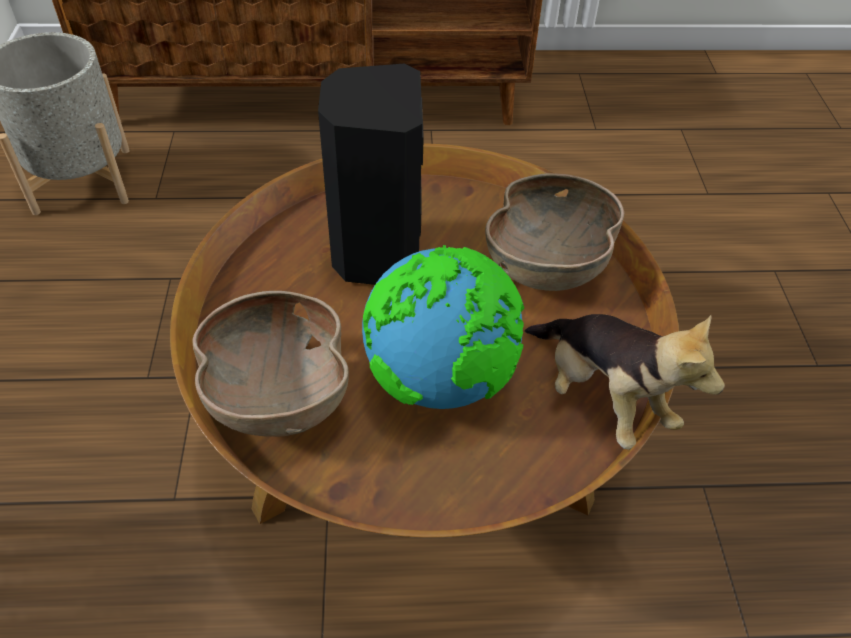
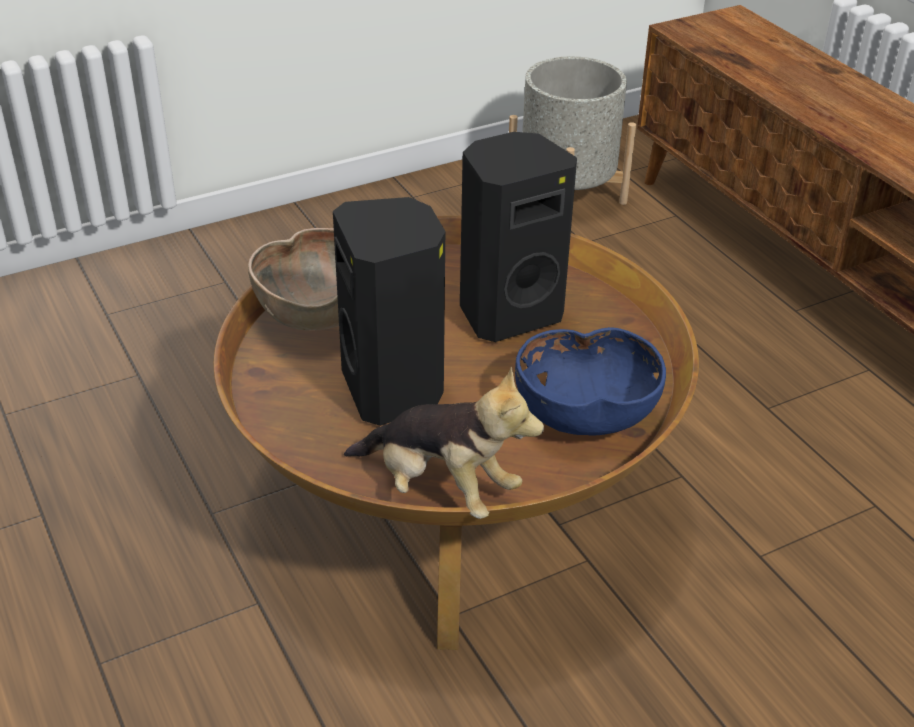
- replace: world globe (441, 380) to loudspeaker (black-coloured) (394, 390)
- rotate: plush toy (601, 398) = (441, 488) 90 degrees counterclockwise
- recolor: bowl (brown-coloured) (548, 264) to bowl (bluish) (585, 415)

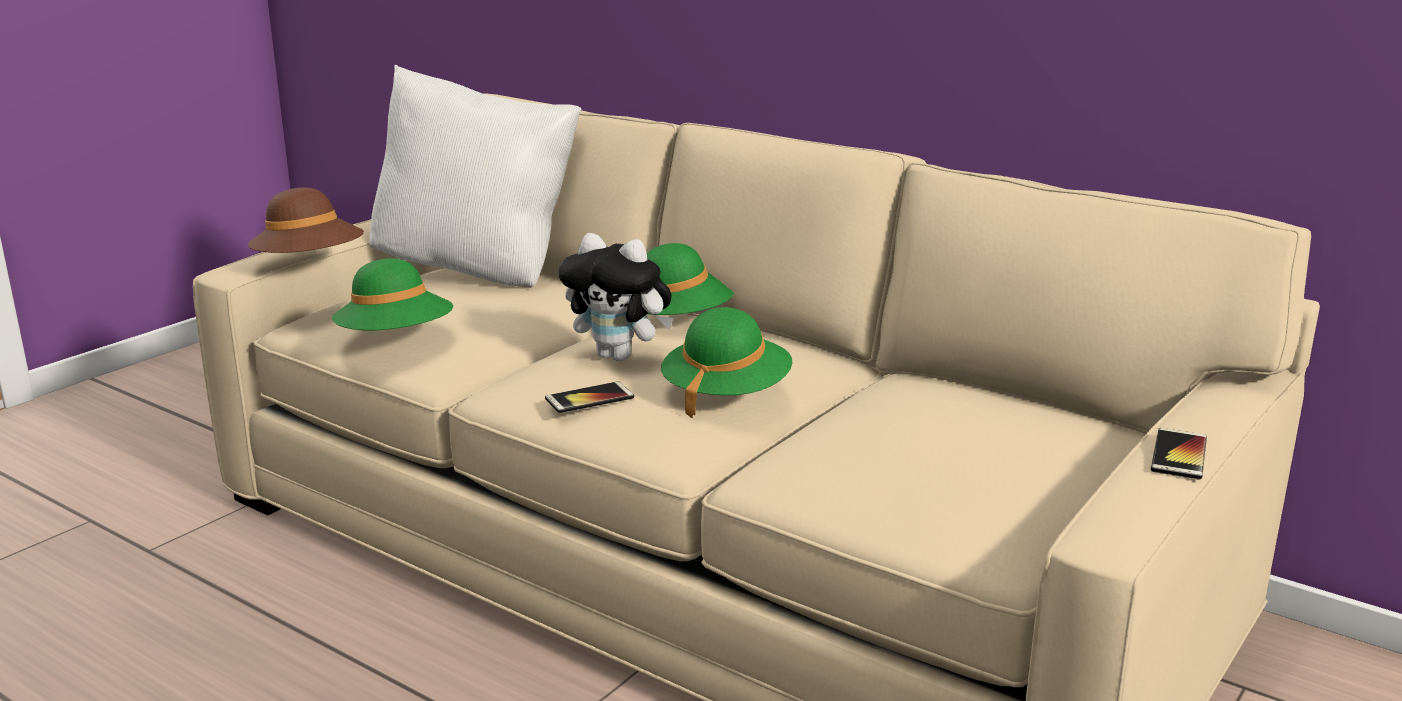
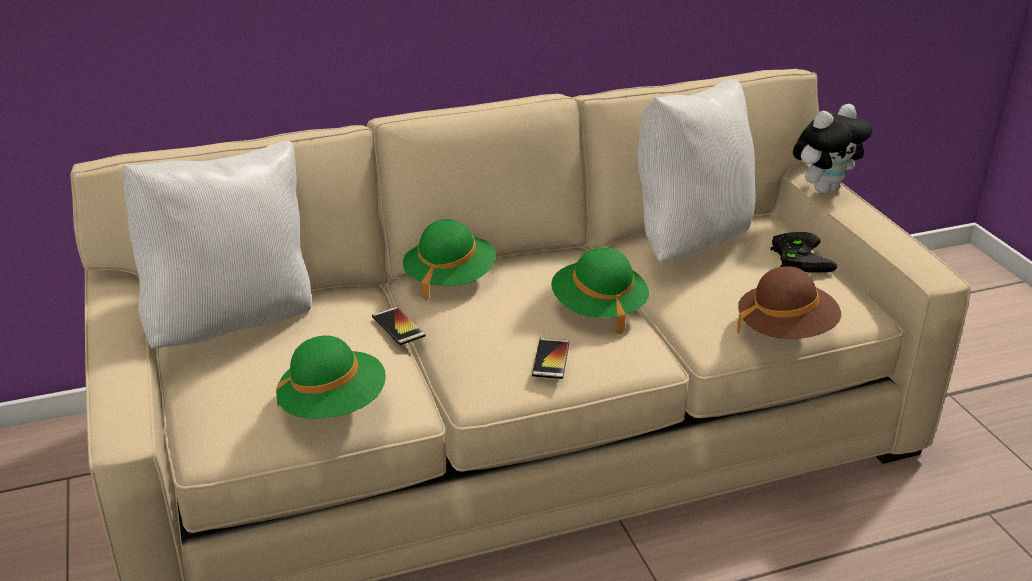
- move: handset (1179, 455) to (398, 326)
- insert: throw pillow (white-coloured) (689, 242)
- move: wearable hat (brown-coloured) (310, 265) to (785, 330)
- insert: game controller (black-coloured) (798, 256)
- move: plush toy (620, 356) to (824, 188)

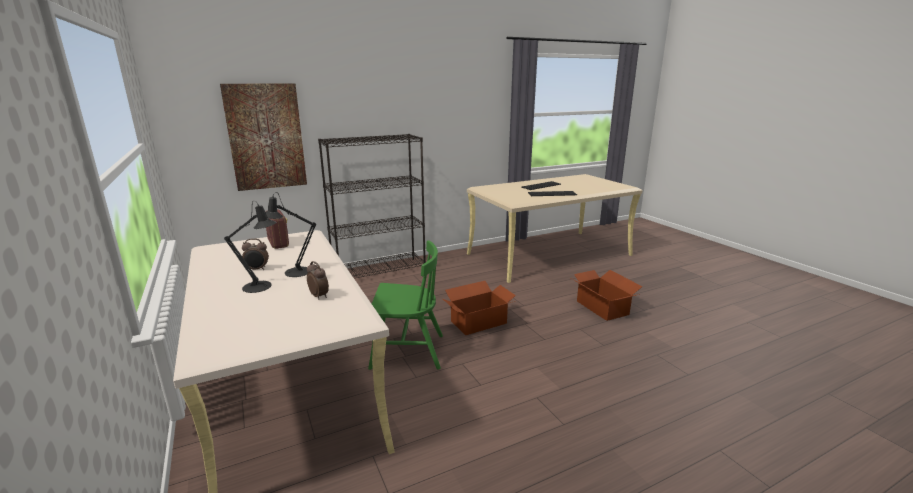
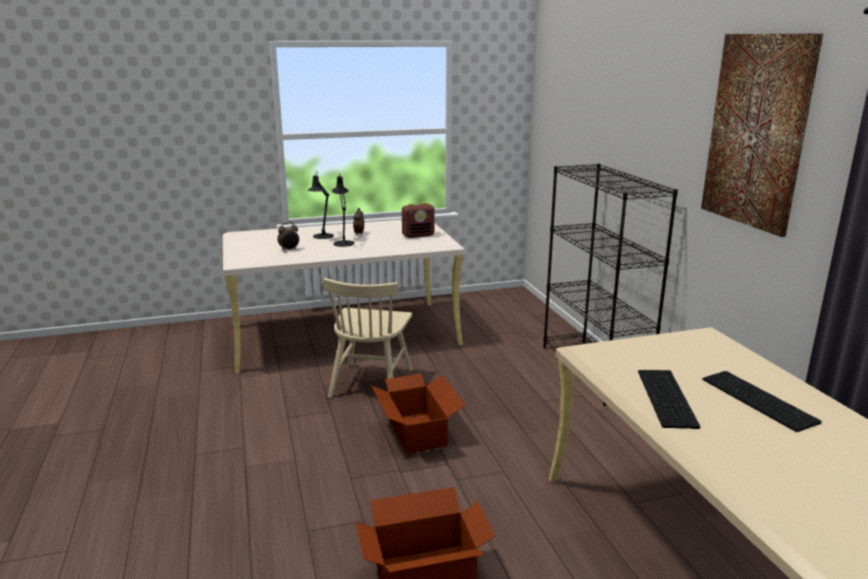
- recolor: chair (green) (407, 351) to chair (sand-coloured) (371, 383)
- move: wall picture (266, 137) to (757, 131)

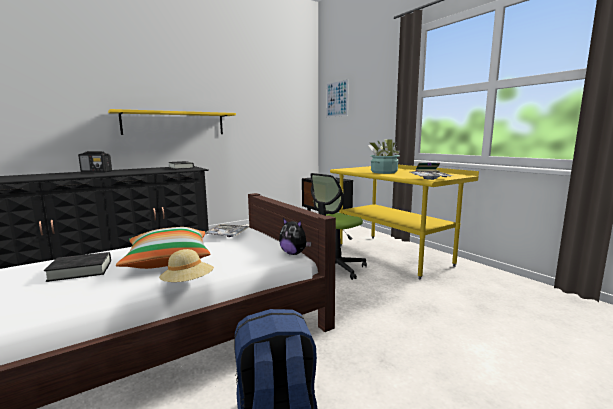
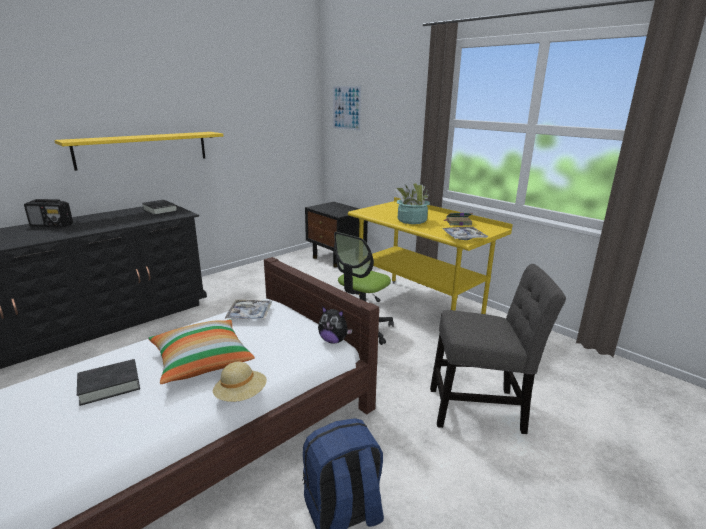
- insert: chair (grey) (481, 409)

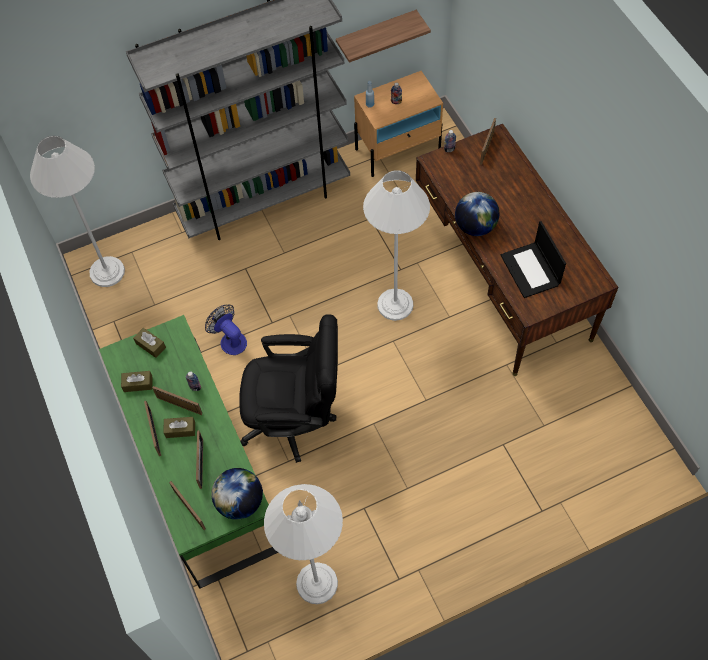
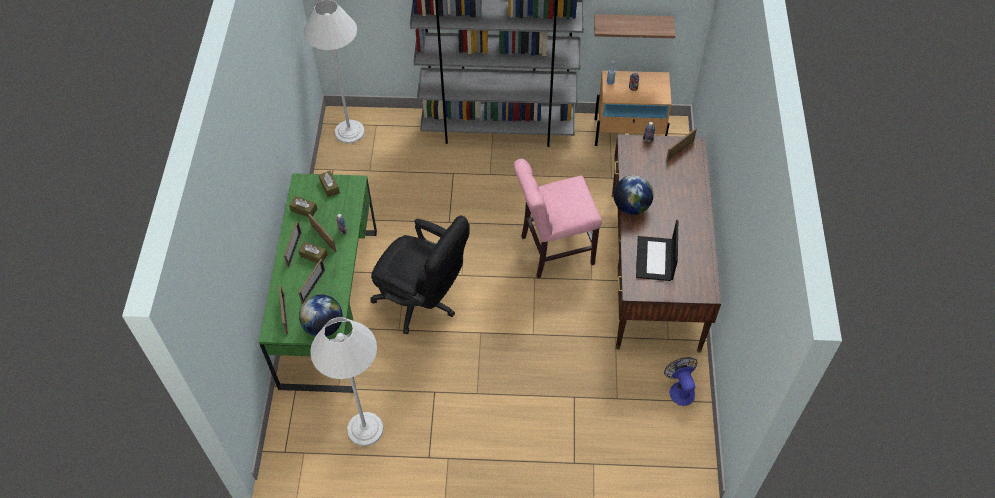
- replace: floor lamp (white-coloured) (395, 305) to chair (pink-coloured) (553, 251)
- move: electric fan (230, 340) to (680, 389)

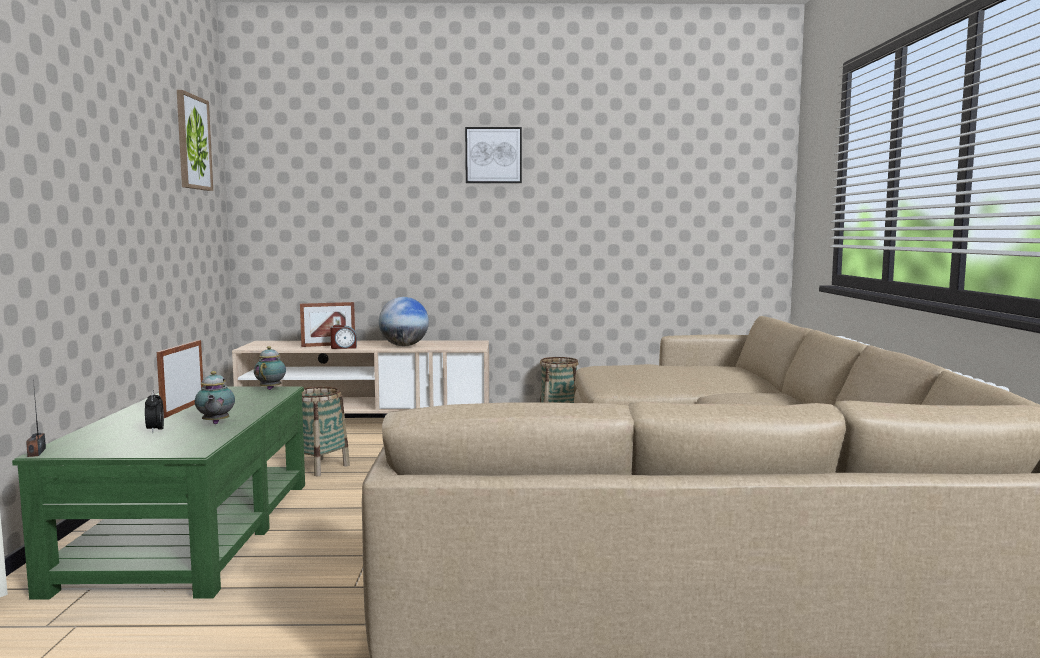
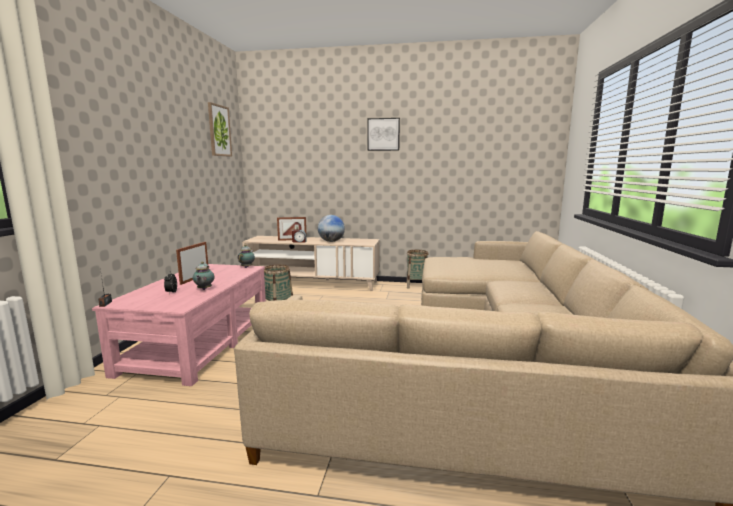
- recolor: lounge table (green) (190, 532) to lounge table (pink-coloured) (198, 343)

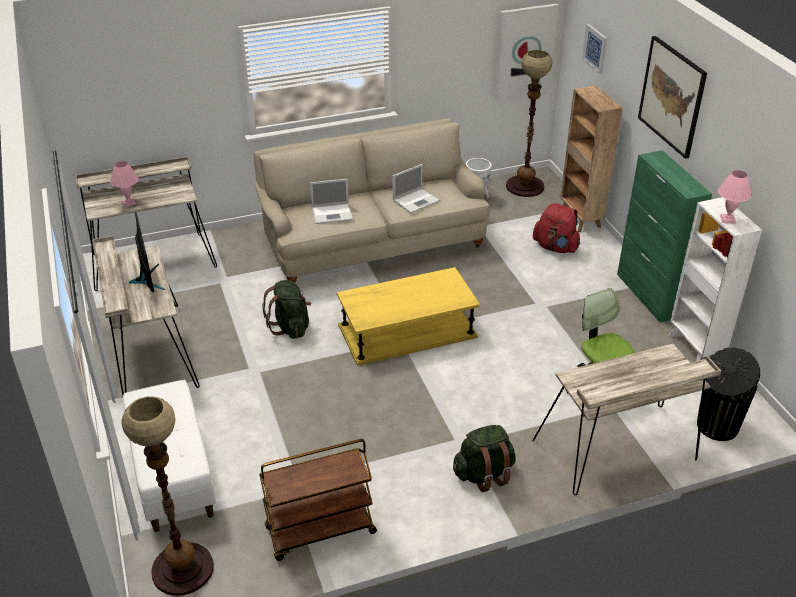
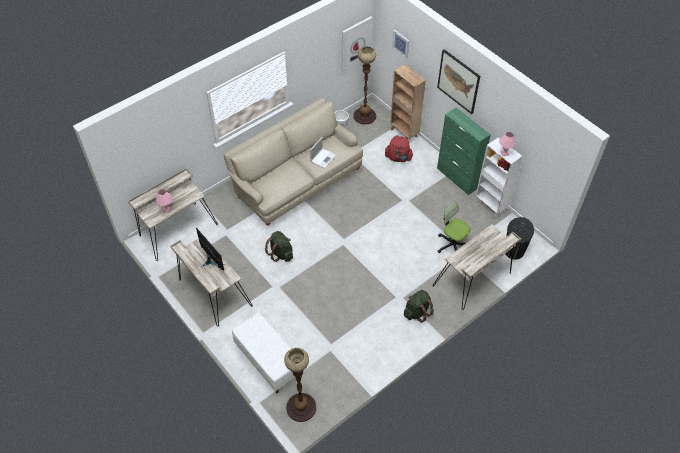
- delete: wheeled cart (brown-coloured) (320, 531)
- delete: laptop (333, 213)
- delete: lounge table (yellowish) (407, 331)

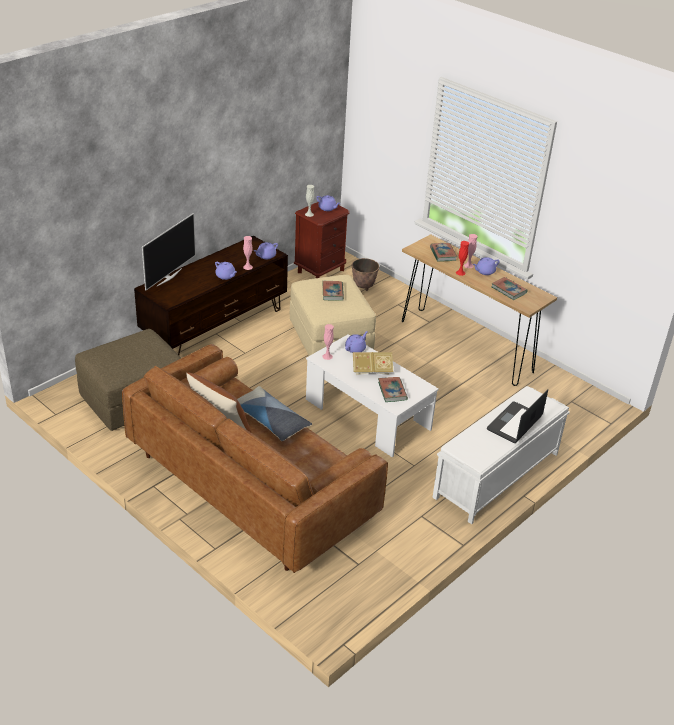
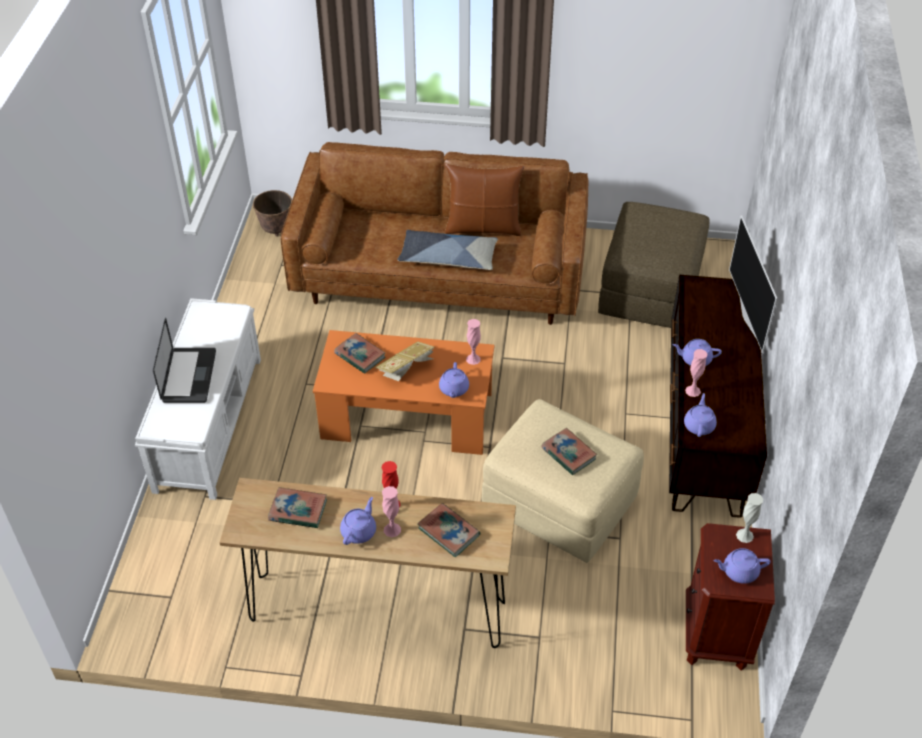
- move: plant pot (363, 287) to (276, 229)
- recolor: lounge table (white-coloured) (367, 414) to lounge table (orange-coloured) (407, 416)

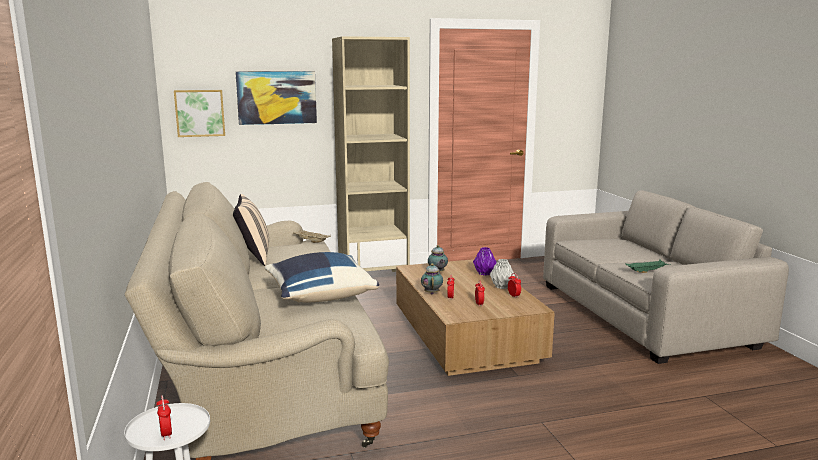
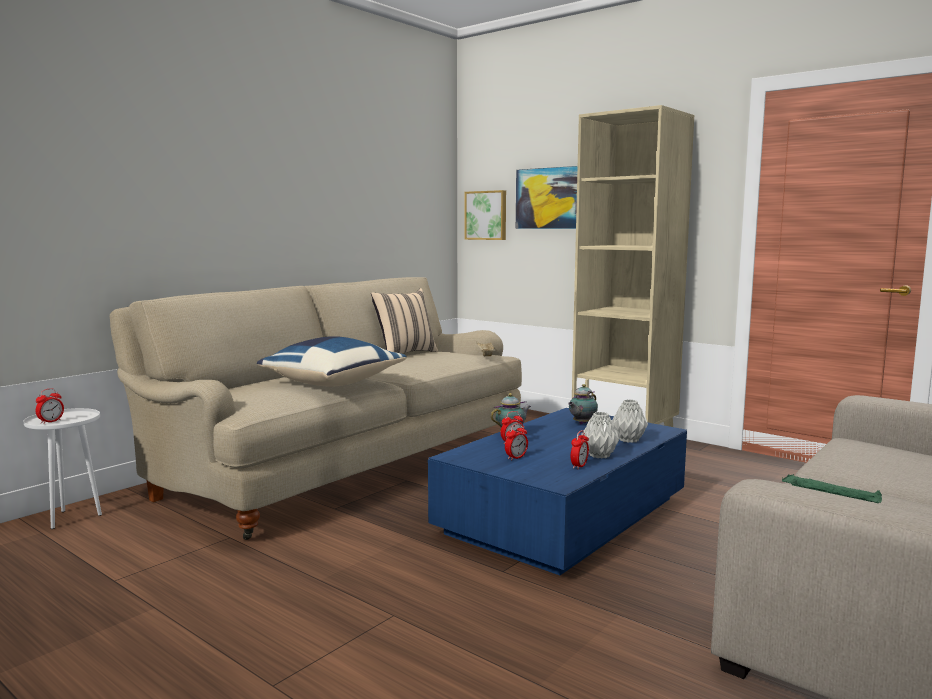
- recolor: lounge table (brown-coloured) (465, 336) to lounge table (bluish) (564, 516)
- recolor: vase (purple) (485, 273) to vase (grey) (629, 440)

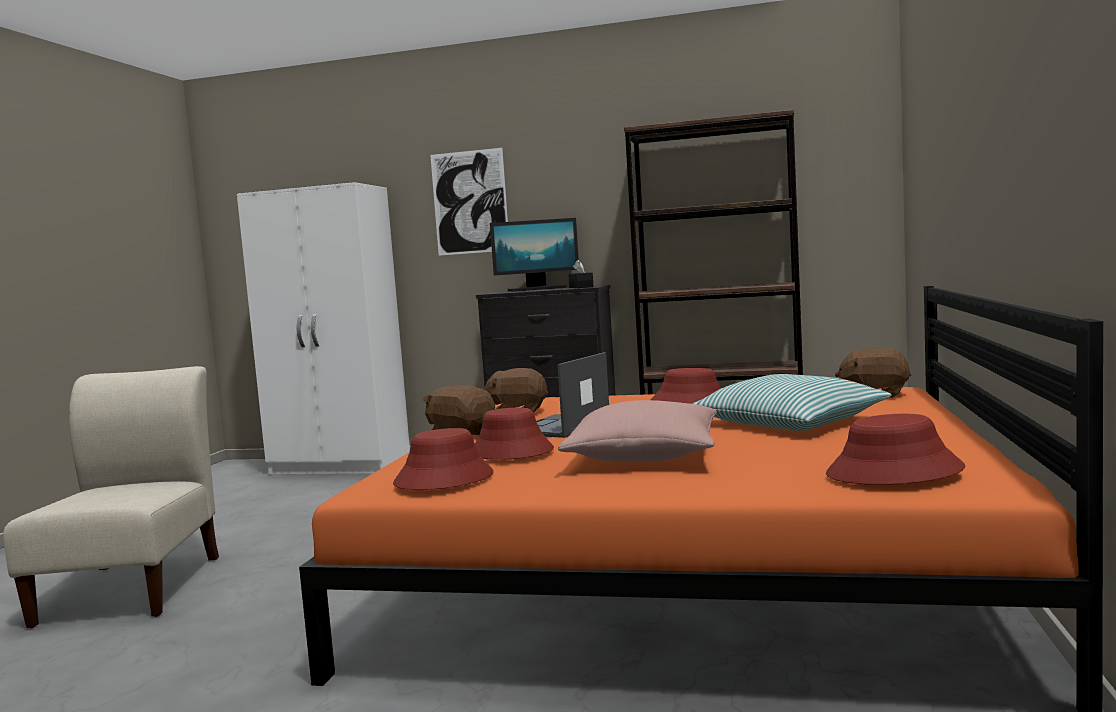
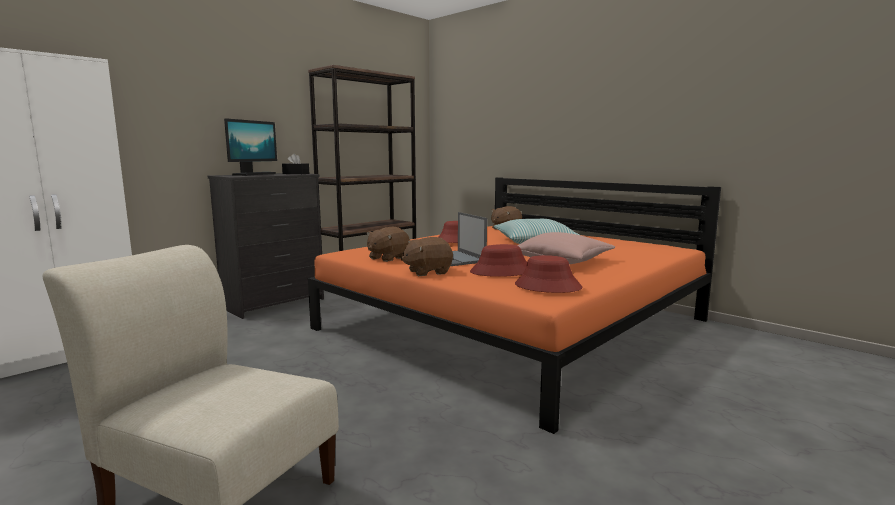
- delete: wall picture (470, 202)
- delete: wearable hat (reddish) (894, 472)

